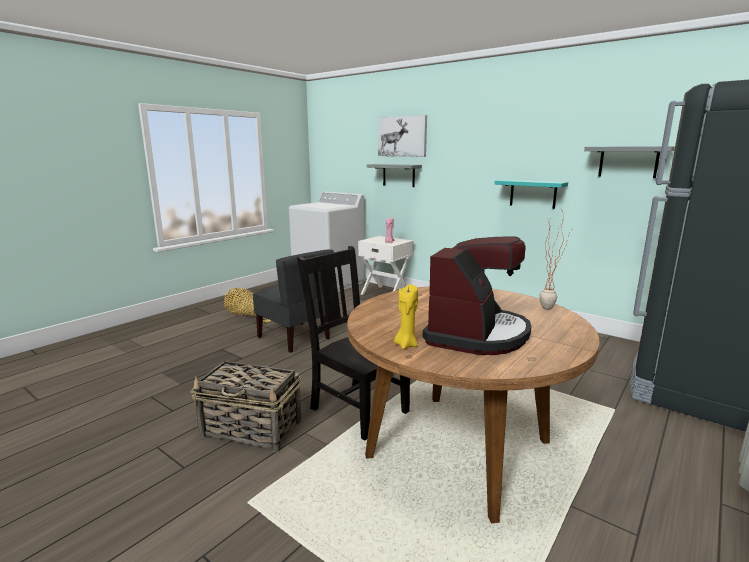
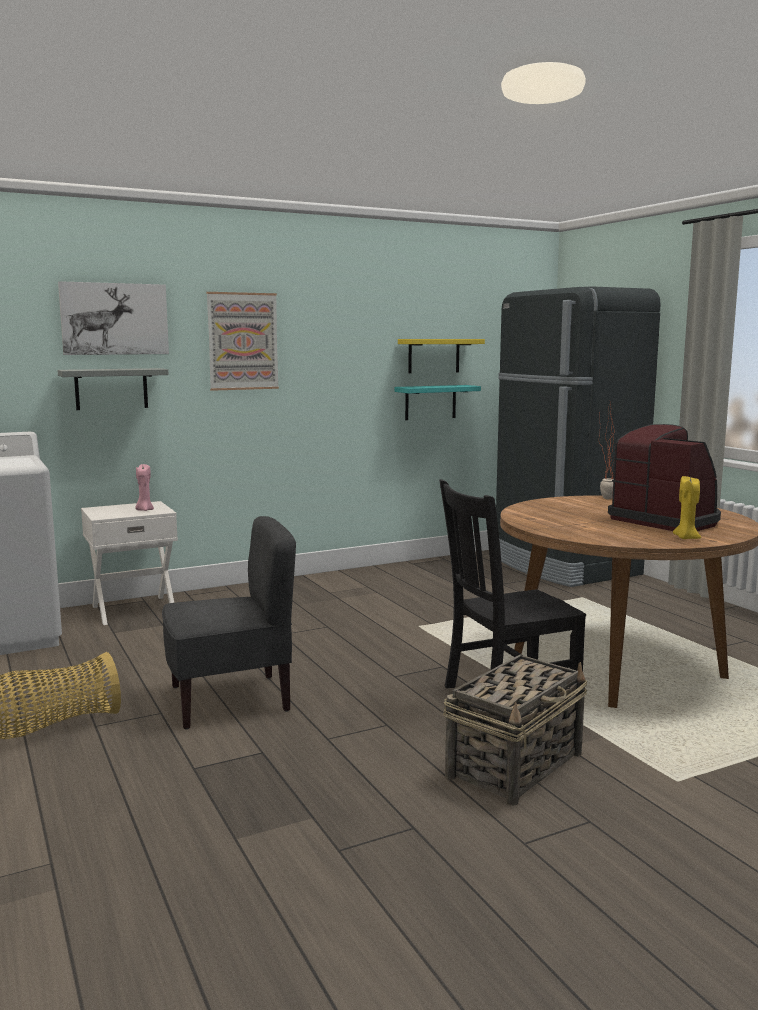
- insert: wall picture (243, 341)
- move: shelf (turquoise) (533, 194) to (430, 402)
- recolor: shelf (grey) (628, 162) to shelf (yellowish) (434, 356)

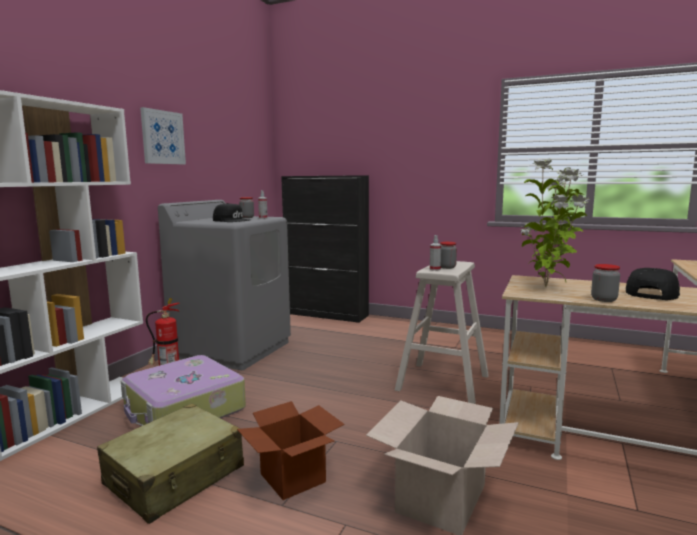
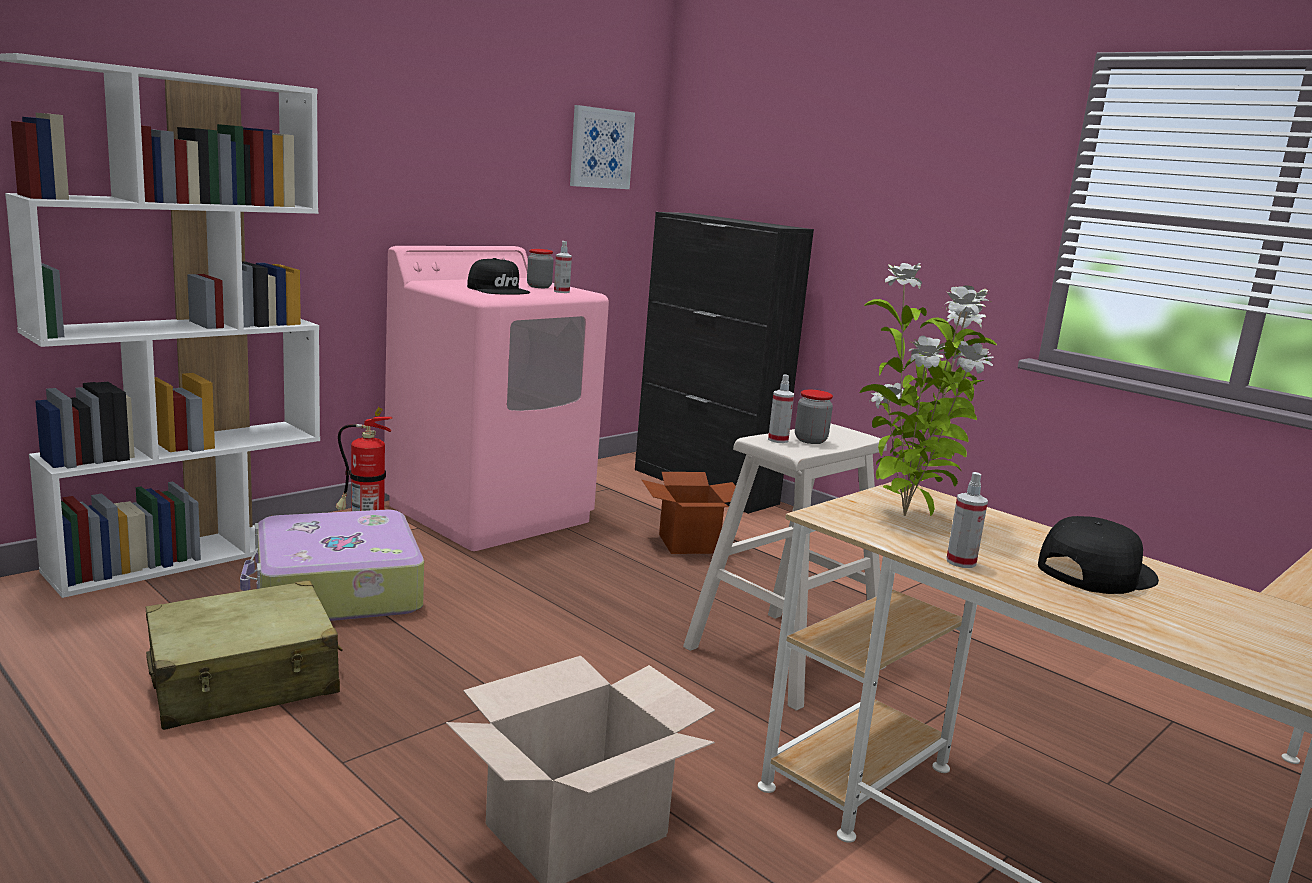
- recolor: washing machine (grey) (233, 349) to washing machine (pink-coloured) (490, 513)
- move: wall picture (162, 137) to (601, 148)
- move: carton (292, 478) to (688, 543)
- replace: jar (604, 299) to spray bottle (961, 562)

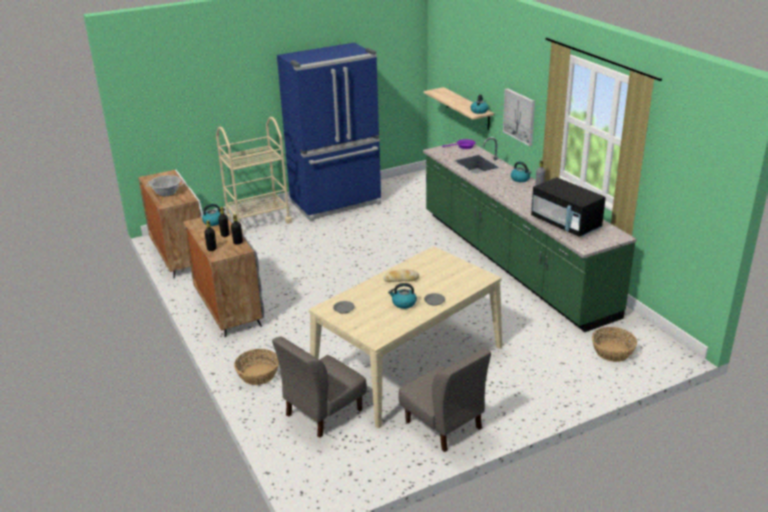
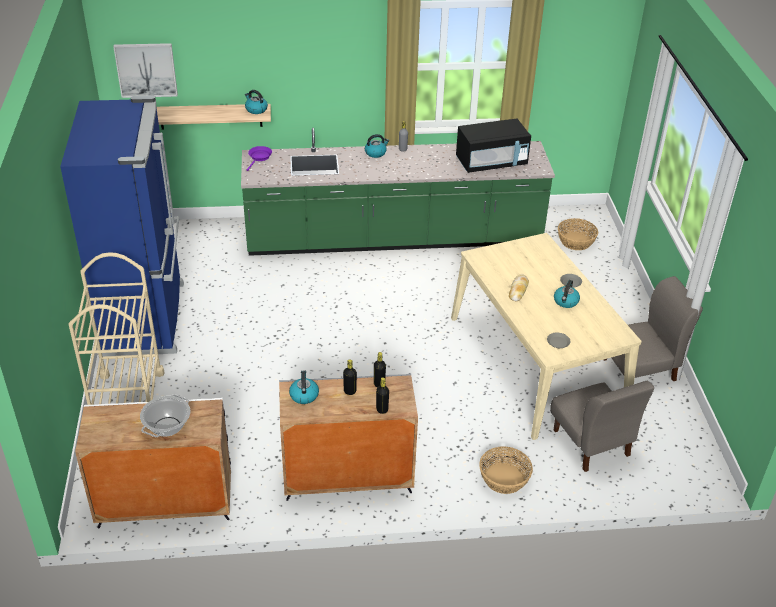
- move: wall picture (519, 116) to (146, 70)

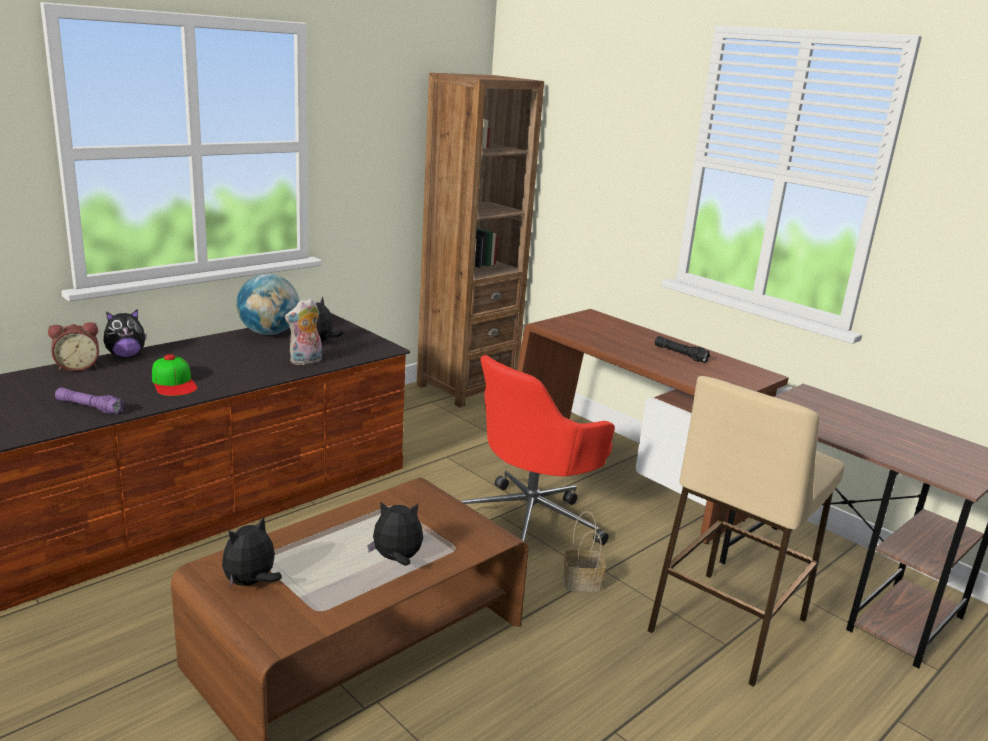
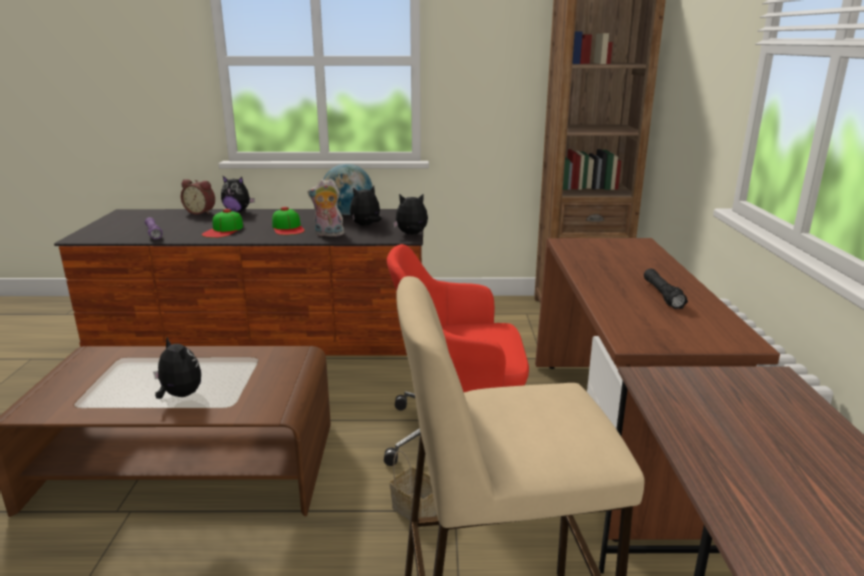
- insert: cap (288, 228)
- move: plush toy (251, 583) to (411, 234)

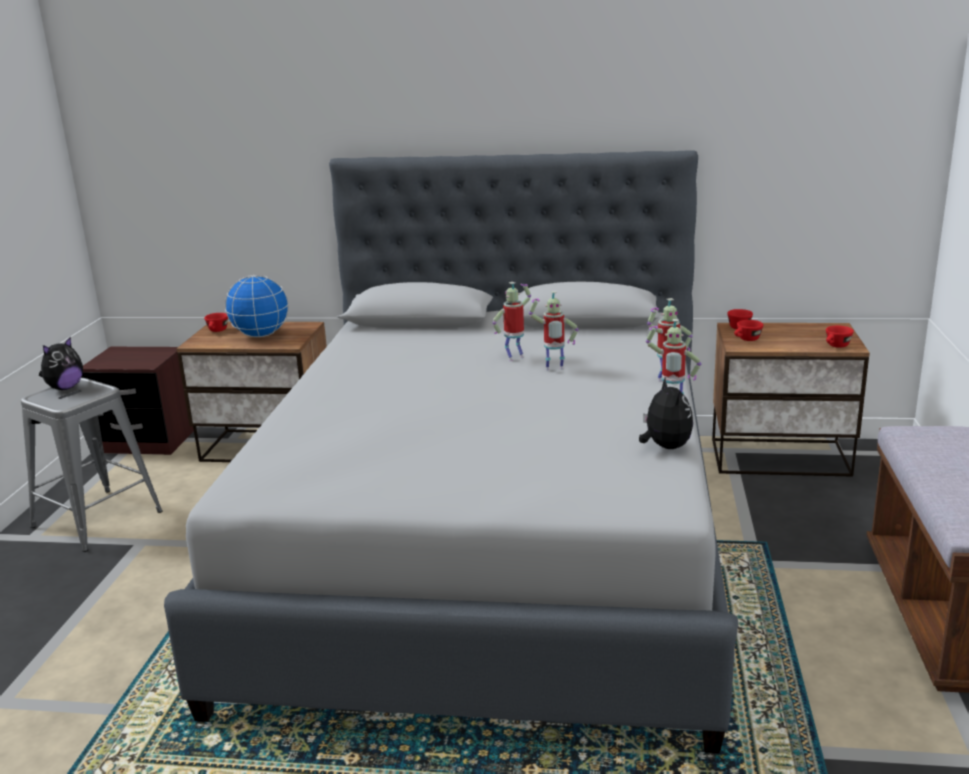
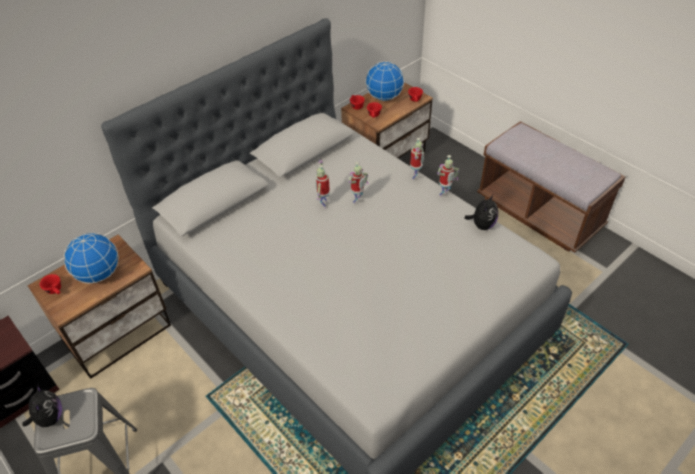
- insert: world globe (384, 97)
- rotate: plush toy (665, 447) = (482, 225) 90 degrees clockwise

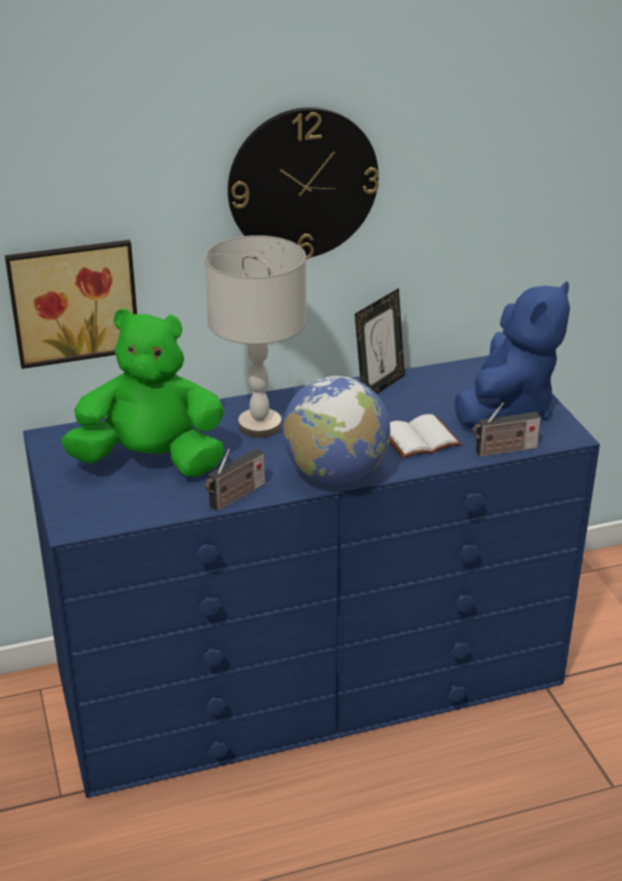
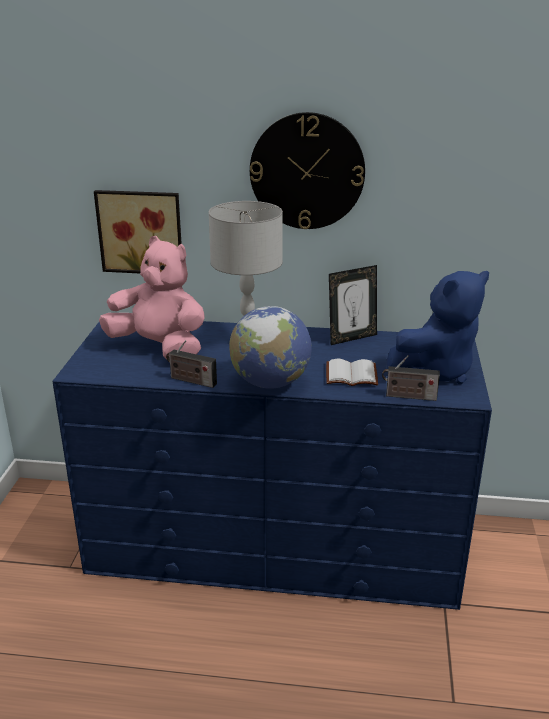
- recolor: plush toy (green) (151, 461) to plush toy (pink-coloured) (159, 348)
- rotate: radio (236, 497) = (191, 381) 45 degrees clockwise

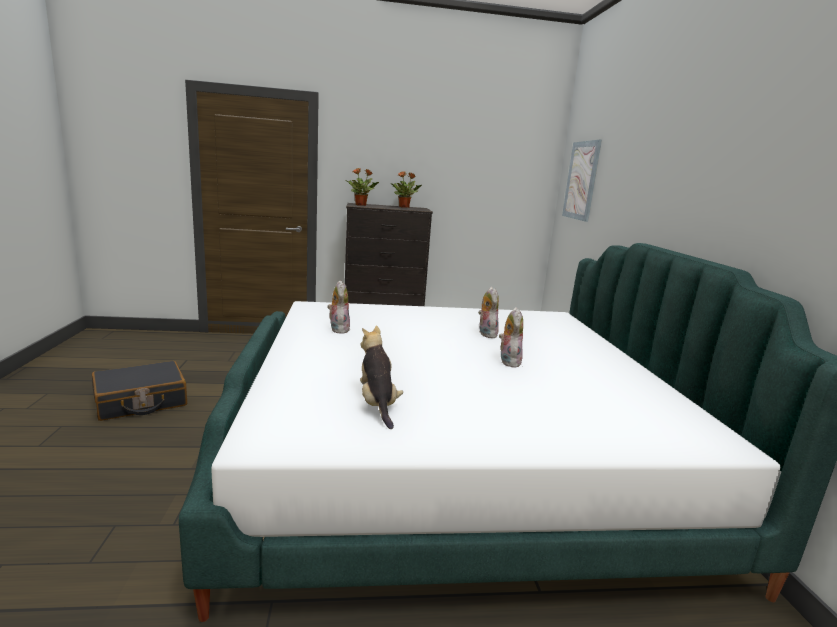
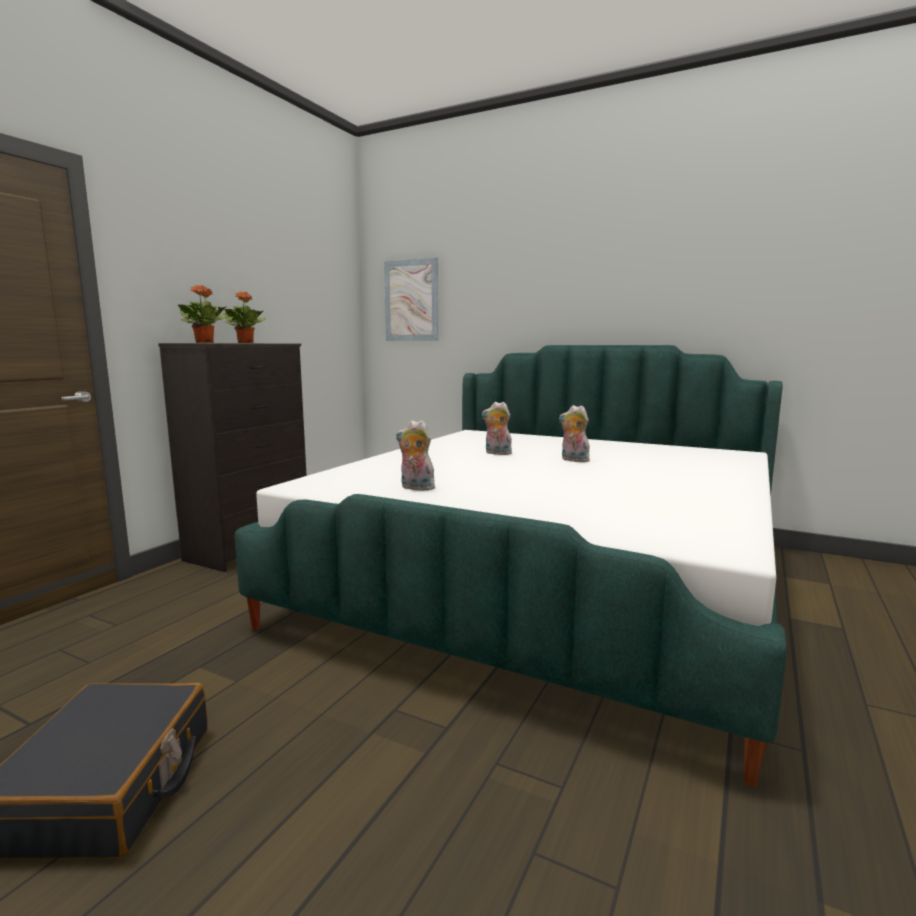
- delete: plush toy (377, 404)

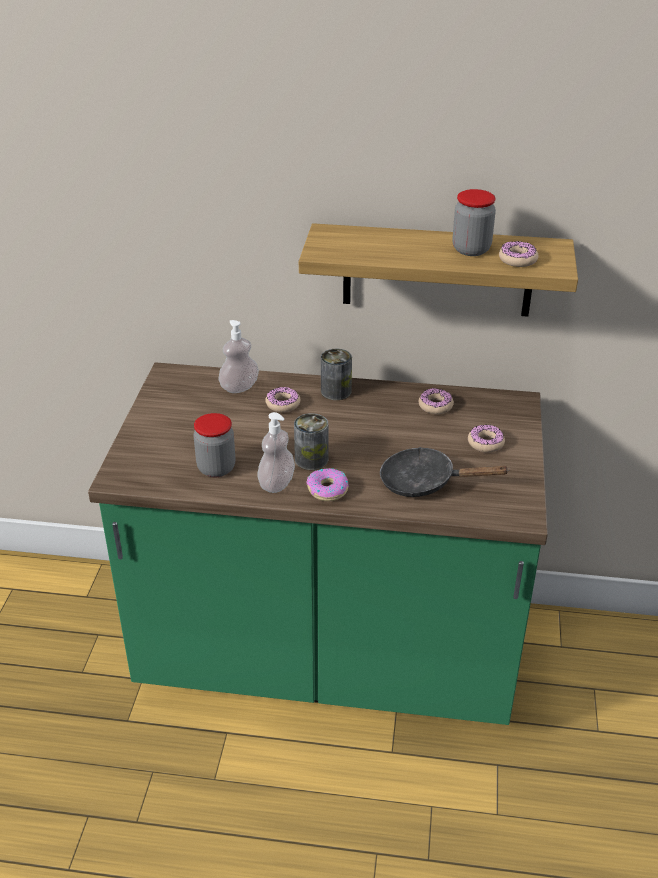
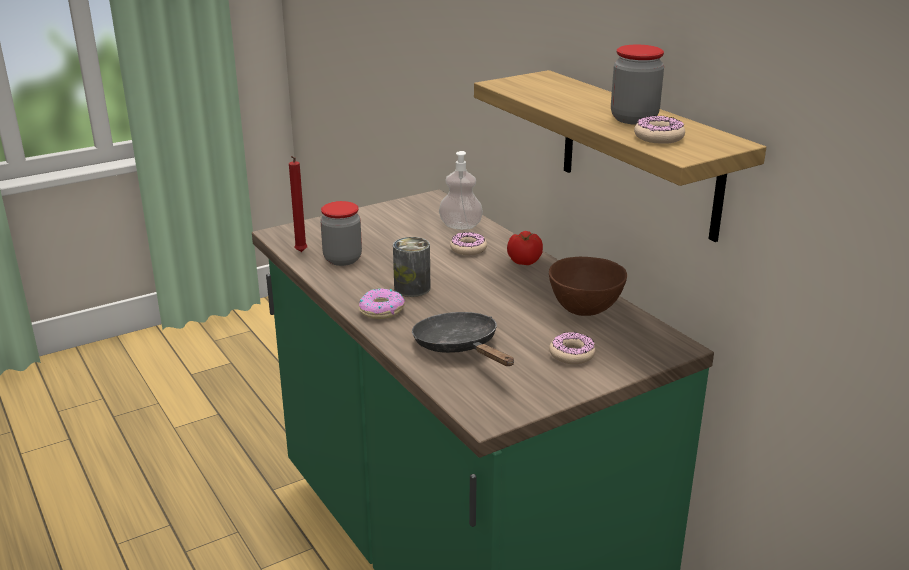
- insert: wax light (reddish) (300, 253)
- replace: metal can (336, 391) to tomato (525, 261)
- replace: doughnut (435, 406) to bowl (brown-coloured) (586, 309)
- delete: soap bottle (276, 484)

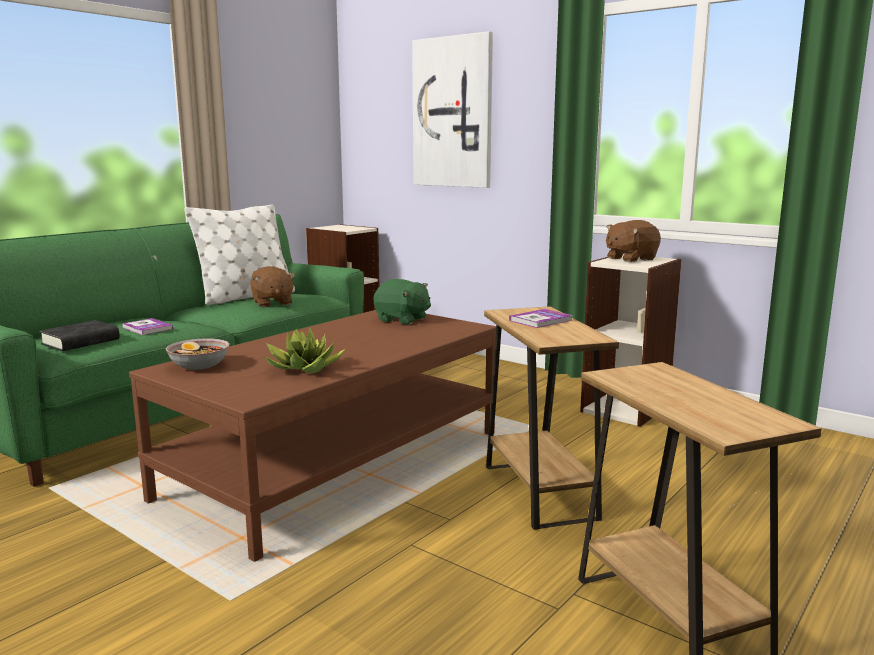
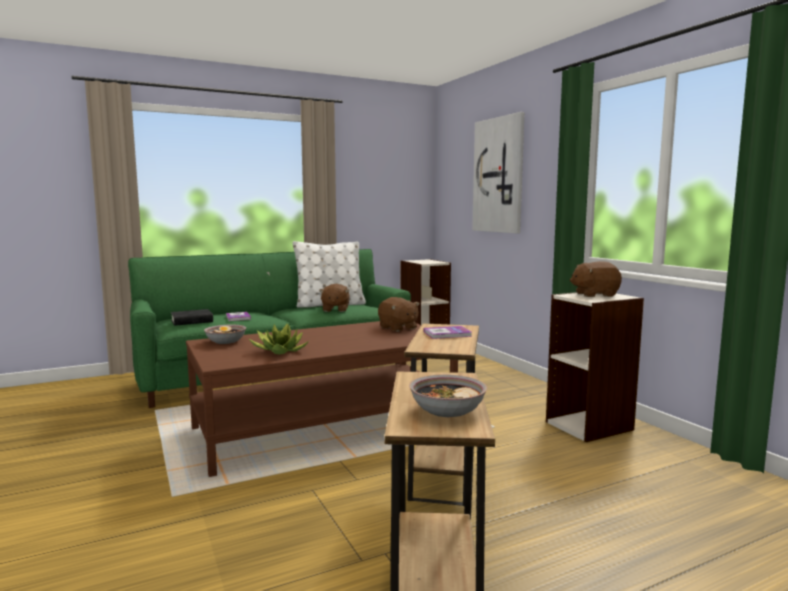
- recolor: plush toy (green) (402, 320) to plush toy (brown-coloured) (398, 328)
- insert: bowl (447, 411)

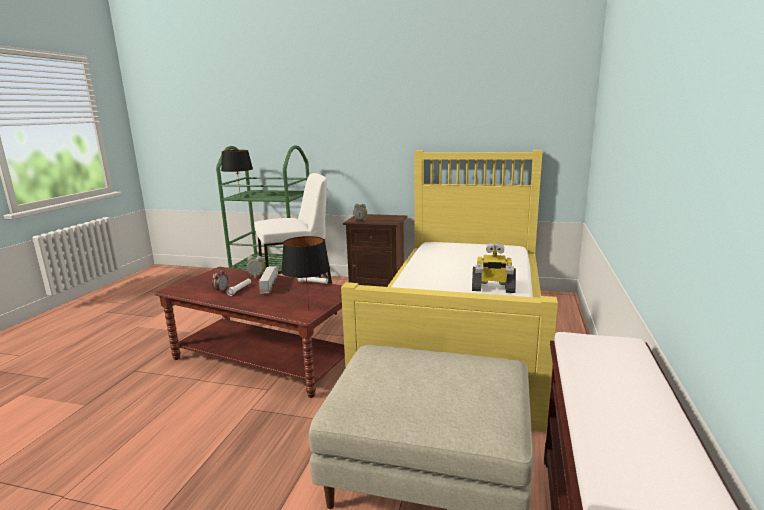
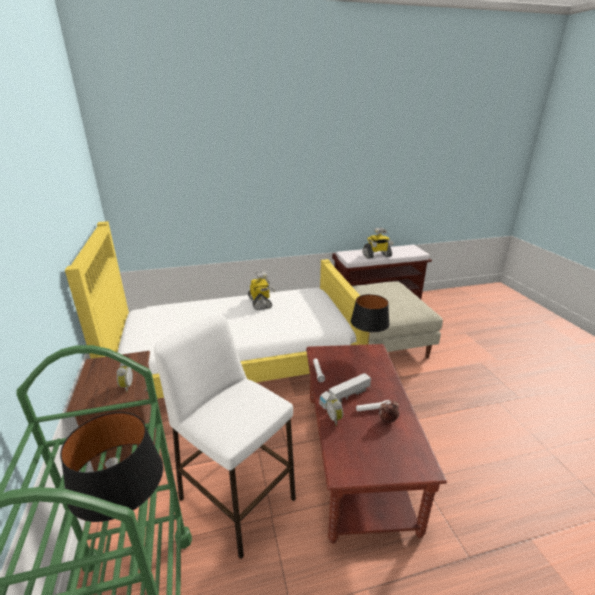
- insert: toy robot (376, 255)

